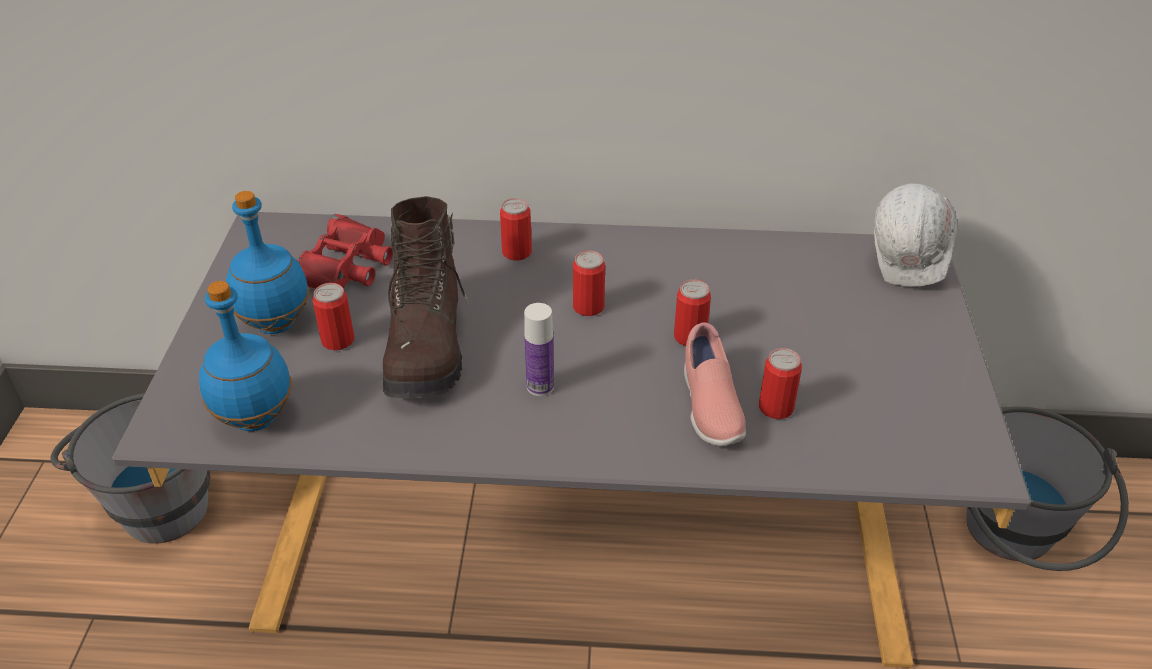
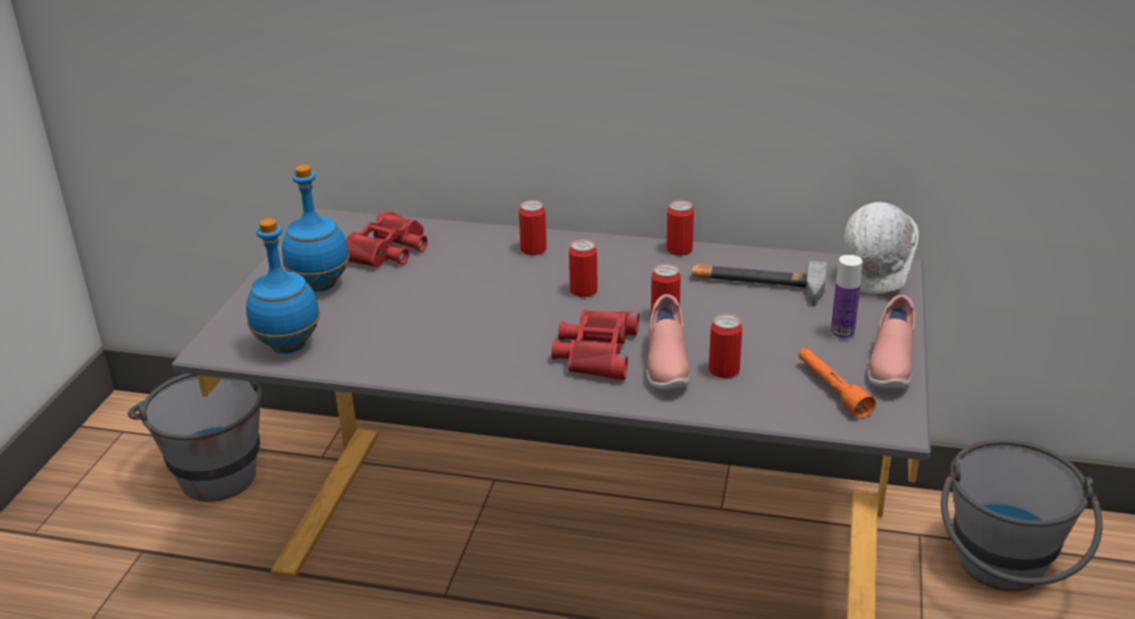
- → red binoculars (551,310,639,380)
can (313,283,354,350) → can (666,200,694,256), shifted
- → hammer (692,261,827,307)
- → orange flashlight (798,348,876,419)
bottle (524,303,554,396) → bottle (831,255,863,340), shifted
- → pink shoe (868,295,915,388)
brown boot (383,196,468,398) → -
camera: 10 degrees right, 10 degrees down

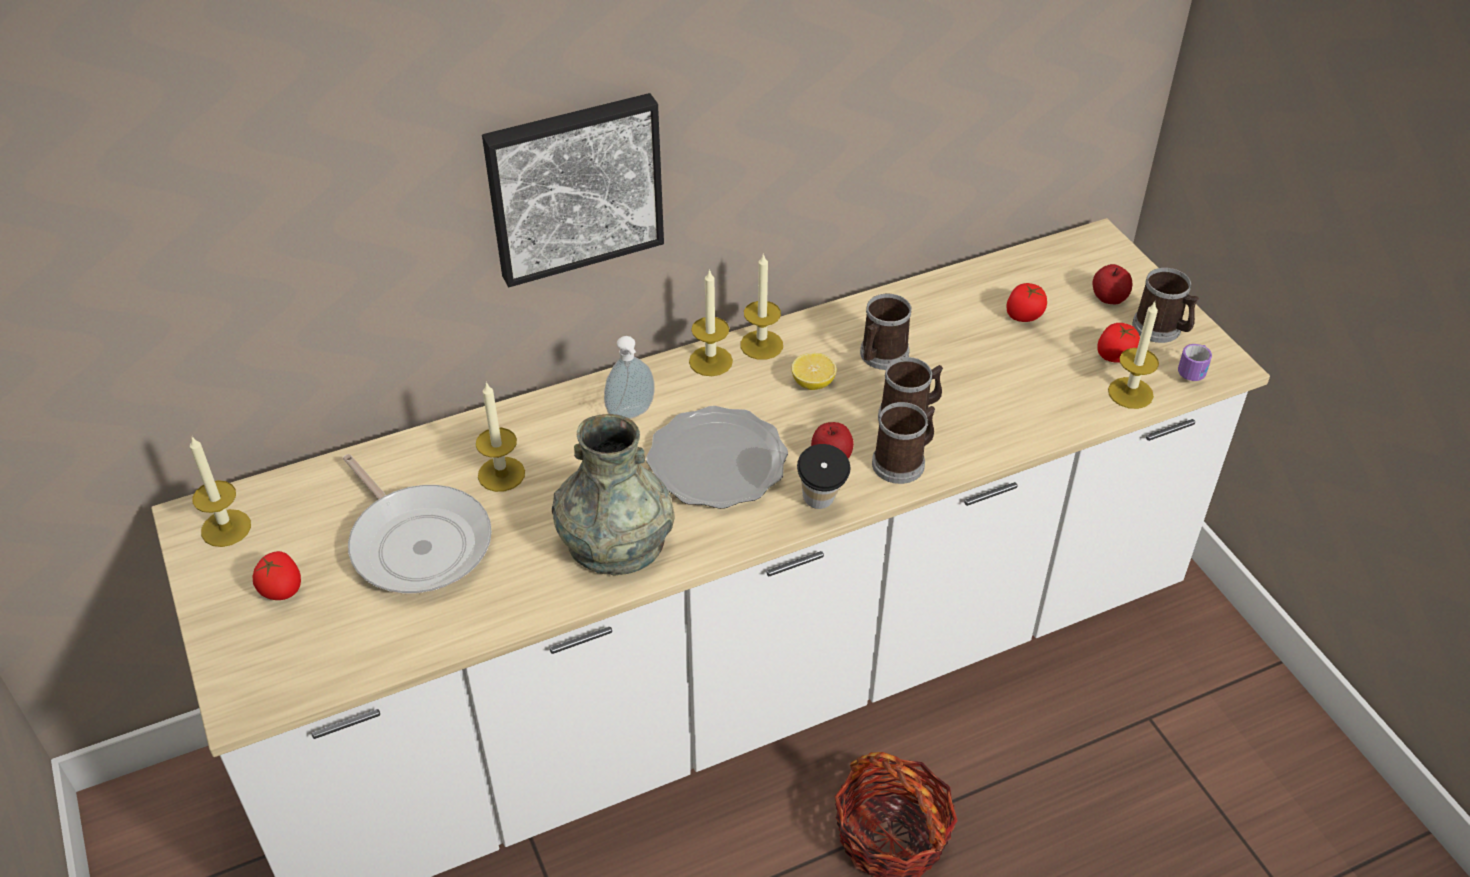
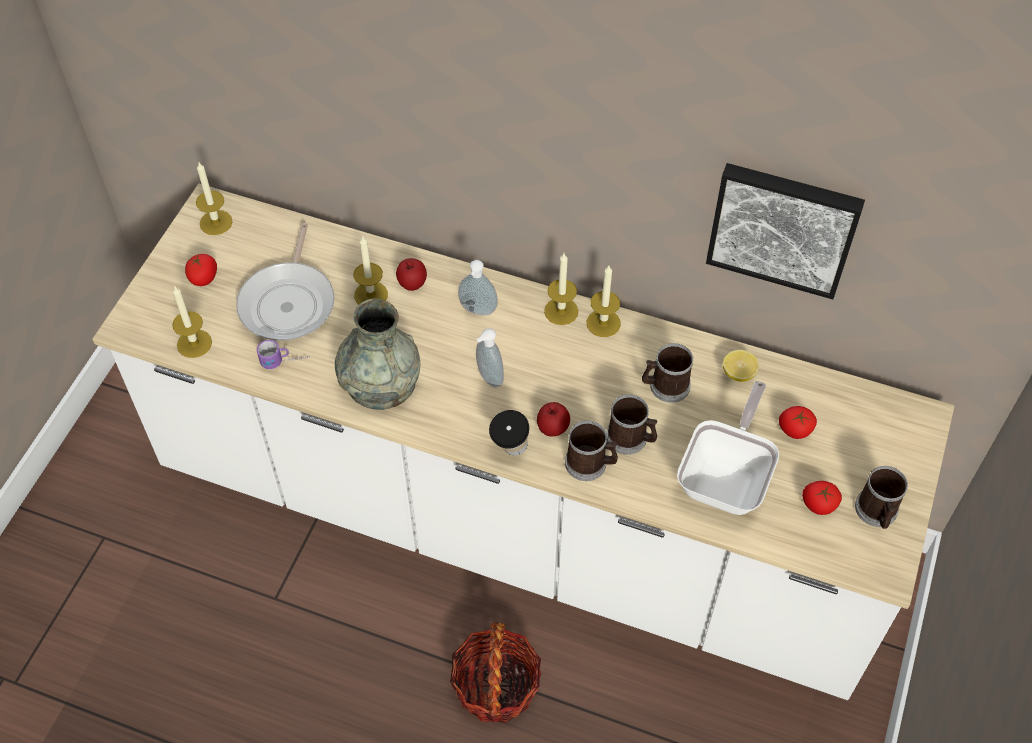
candle (1108,302,1159,409) → candle (172,286,212,358), shifted
mug (1178,344,1212,381) → mug (257,340,310,369), shifted
apple (1093,264,1132,304) → apple (396,258,427,291), shifted
plate (646,406,788,509) → soap dispenser (476,328,504,388)
- → frying pan (677,381,779,515)
picture (482,93,664,287) → picture (706,163,865,299), shifted
lemon (791,353,837,390) → lemon (723,350,759,382), shifted
camera: 45 degrees right, 10 degrees up

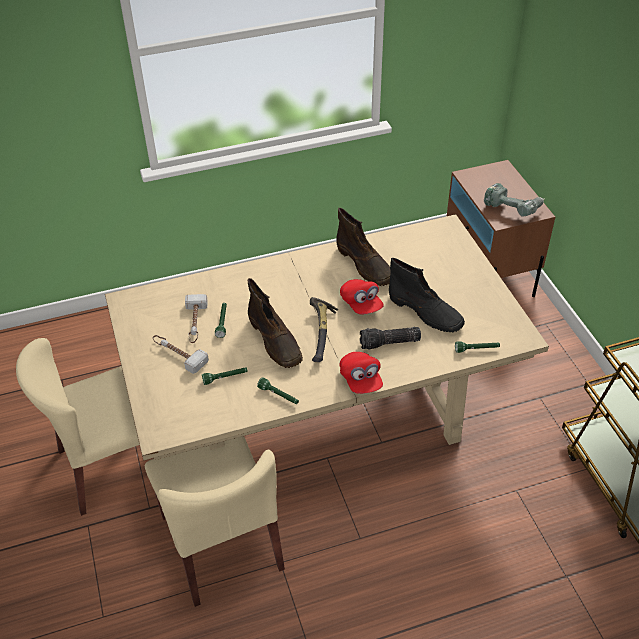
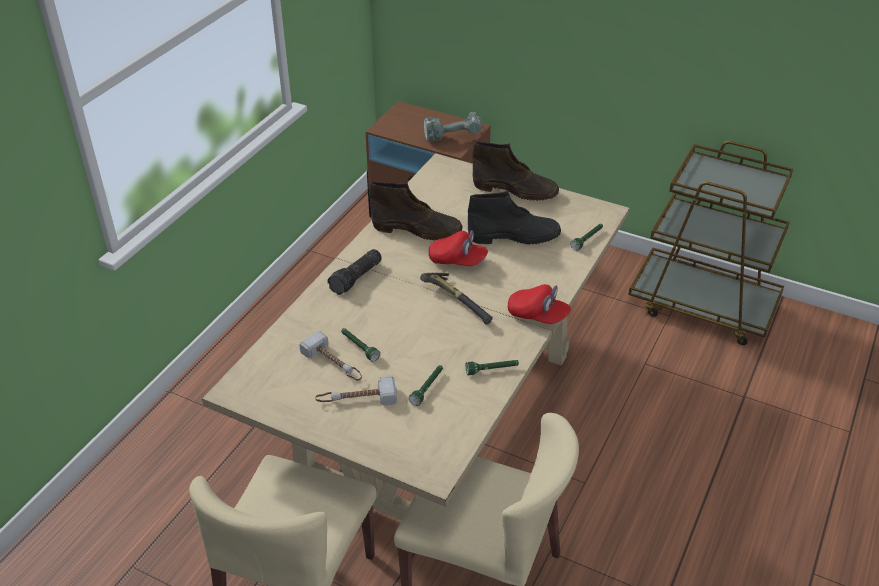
flashlight (360,327,421,349) → flashlight (327,249,382,295), shifted
brown boot (248,278,303,368) → brown boot (472,142,559,201), shifted
camera: 45 degrees left, 5 degrees down

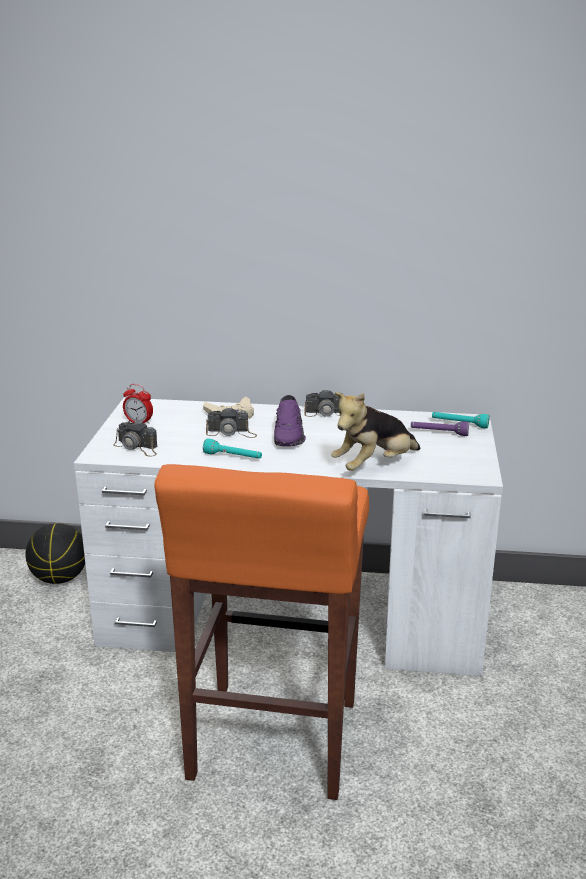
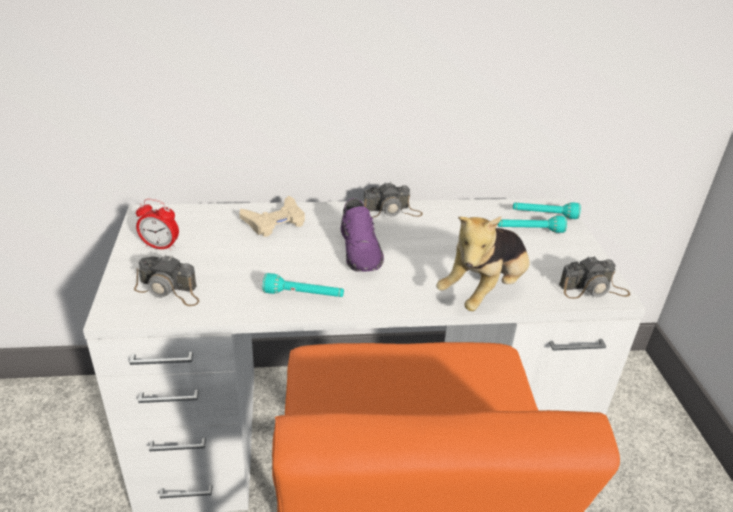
purple flashlight (411,421,469,436) → turquoise flashlight (497,216,567,233)
photo camera (206,407,257,438) → photo camera (559,256,631,299), shifted
basketball (25,523,85,584) → -
camera: 15 degrees left, 10 degrees up

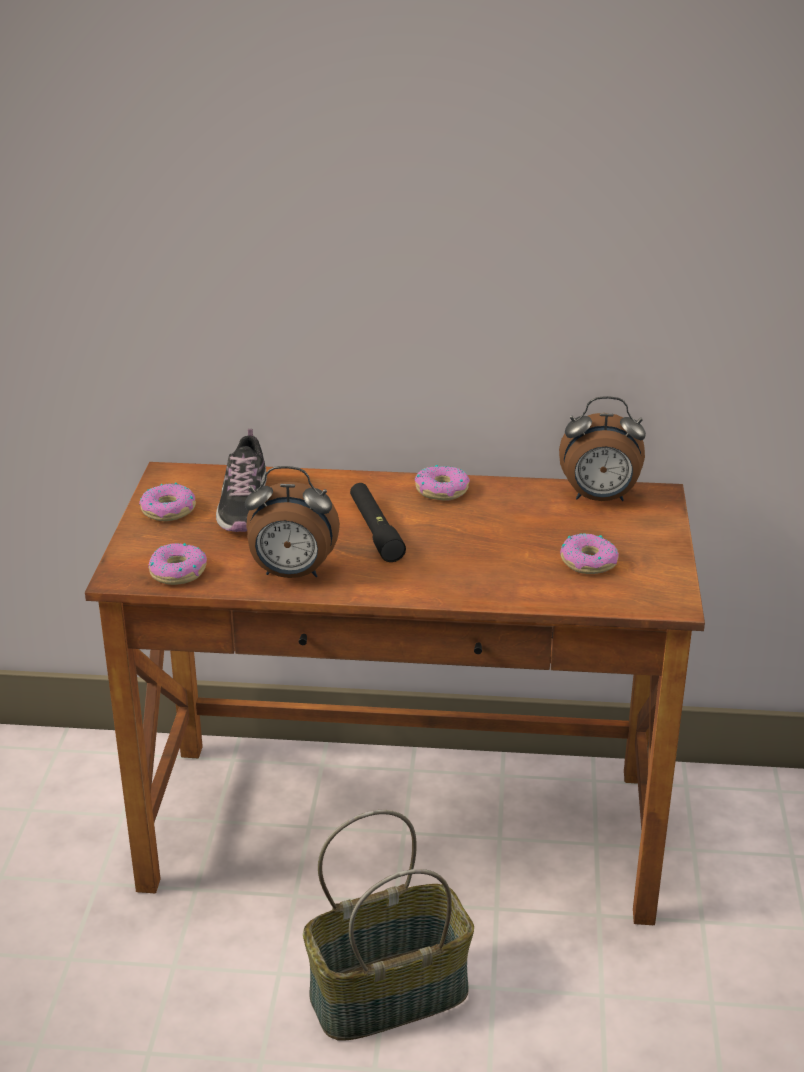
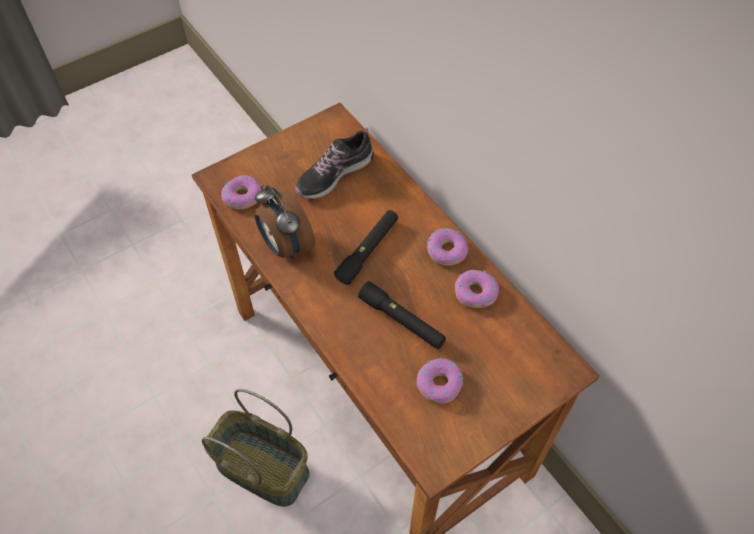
- → black flashlight (358,281,446,349)
donut (139,483,196,521) → donut (455,270,499,308), shifted
alarm clock (559,396,646,501) → -
camera: 50 degrees right, 25 degrees up

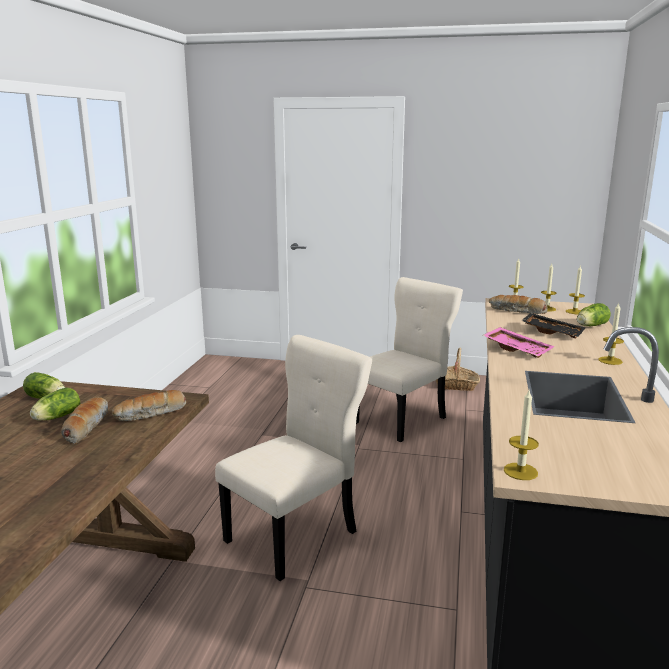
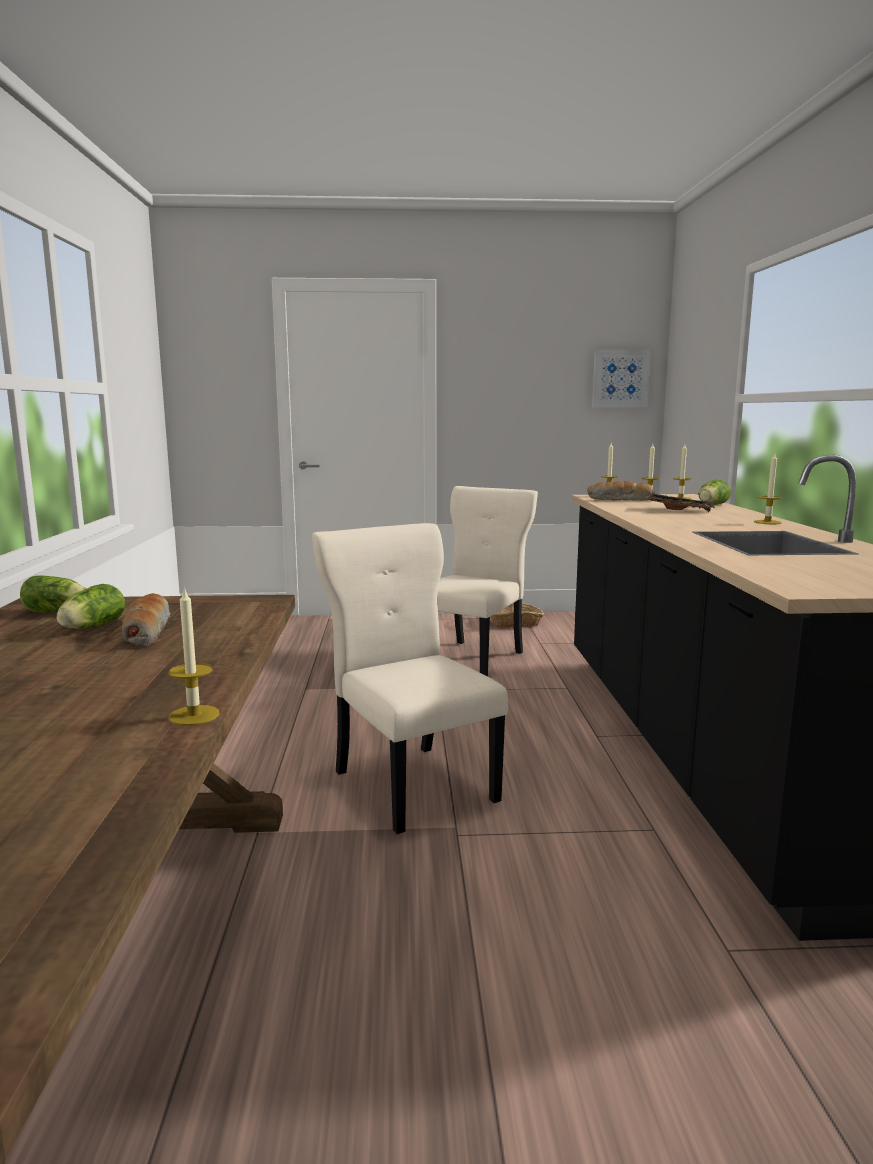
candle (504,390,539,480) → candle (168,587,219,726), shifted
beige chair (215,335,372,581) → beige chair (312,523,508,834), 60 degrees counterclockwise
- → picture (592,349,651,407)
bread (112,390,186,422) → -
pink tray (483,327,555,358) → -
camera: 15 degrees left, 5 degrees down

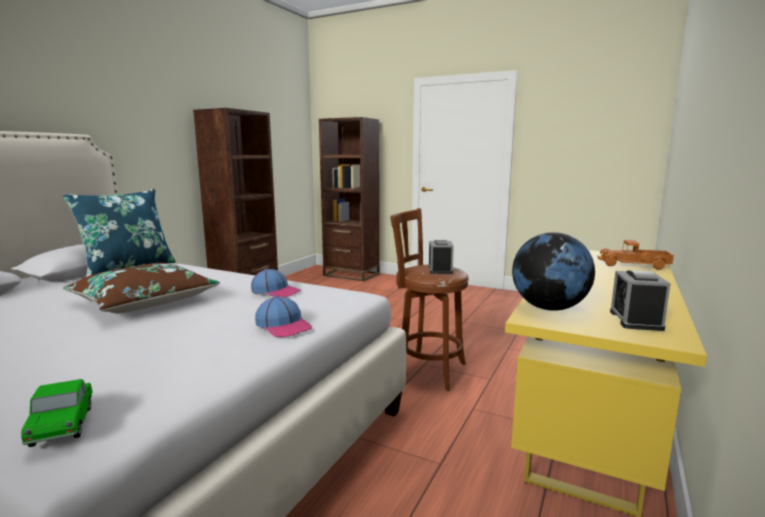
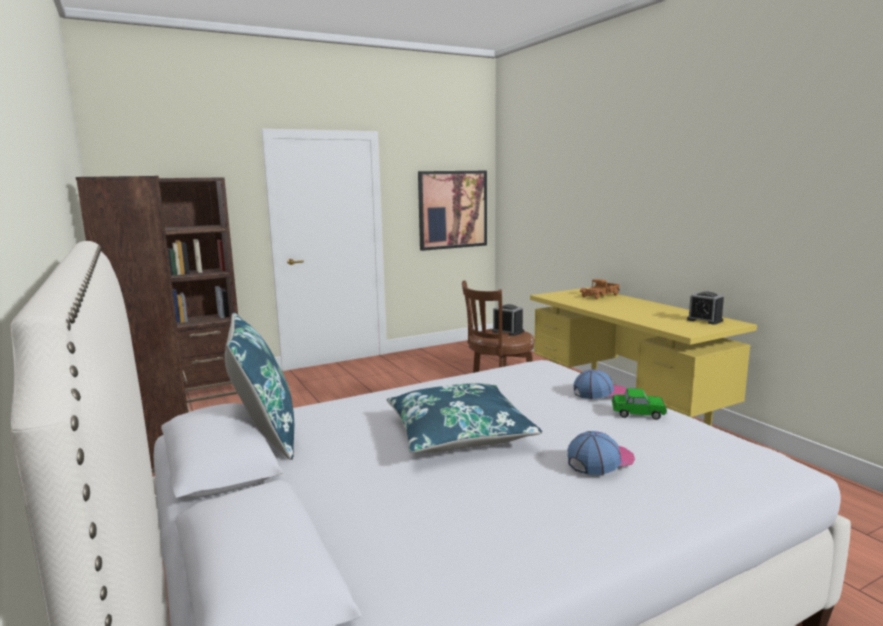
brown pillow (63,263,220,313) → blue pillow (387,383,542,453)
- → picture (418,171,487,251)
cap (251,269,301,297) → cap (568,431,635,475), shifted
toy car (21,379,93,447) → toy car (612,388,667,420), shifted
globe (512,232,595,311) → -
camera: 55 degrees left, 0 degrees up

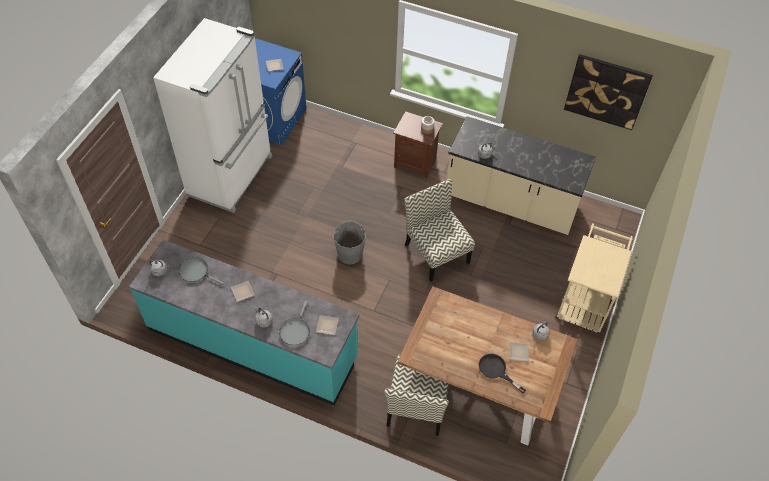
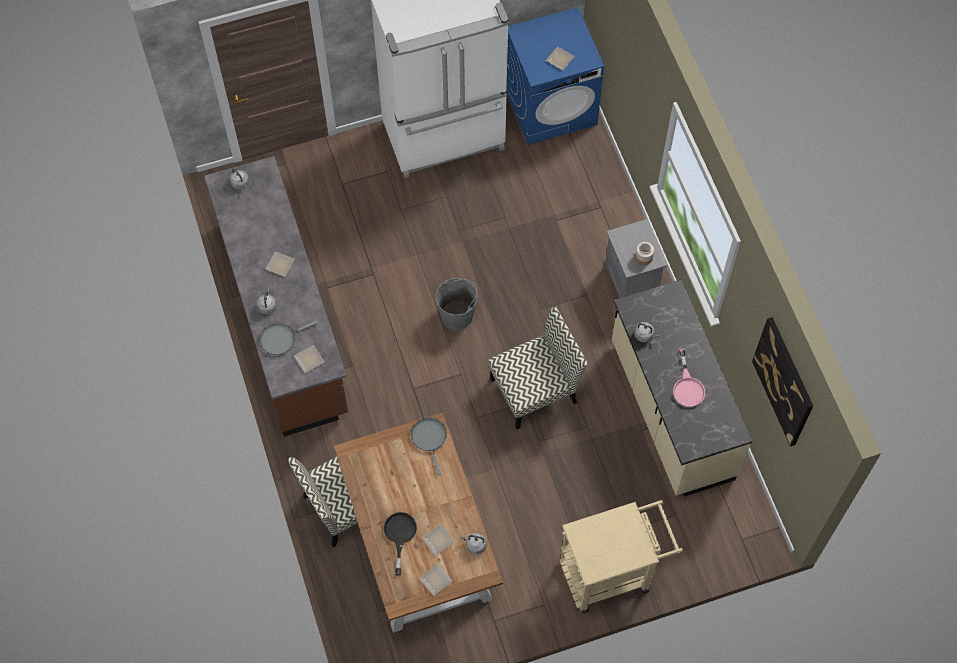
turquoise counter (129,239,360,405) → brown counter (204,156,348,437)
grey frying pan (179,257,224,285) → grey frying pan (411,418,447,475), shifted
- → plate (419,563,452,596)
chair (404,179,475,282) → chair (488,307,588,429), 45 degrees clockwise
brown nightstand (393,111,443,178) → grey nightstand (605,219,668,298)
- → pink frying pan (673,349,705,407)
camera: 50 degrees right, 10 degrees up

